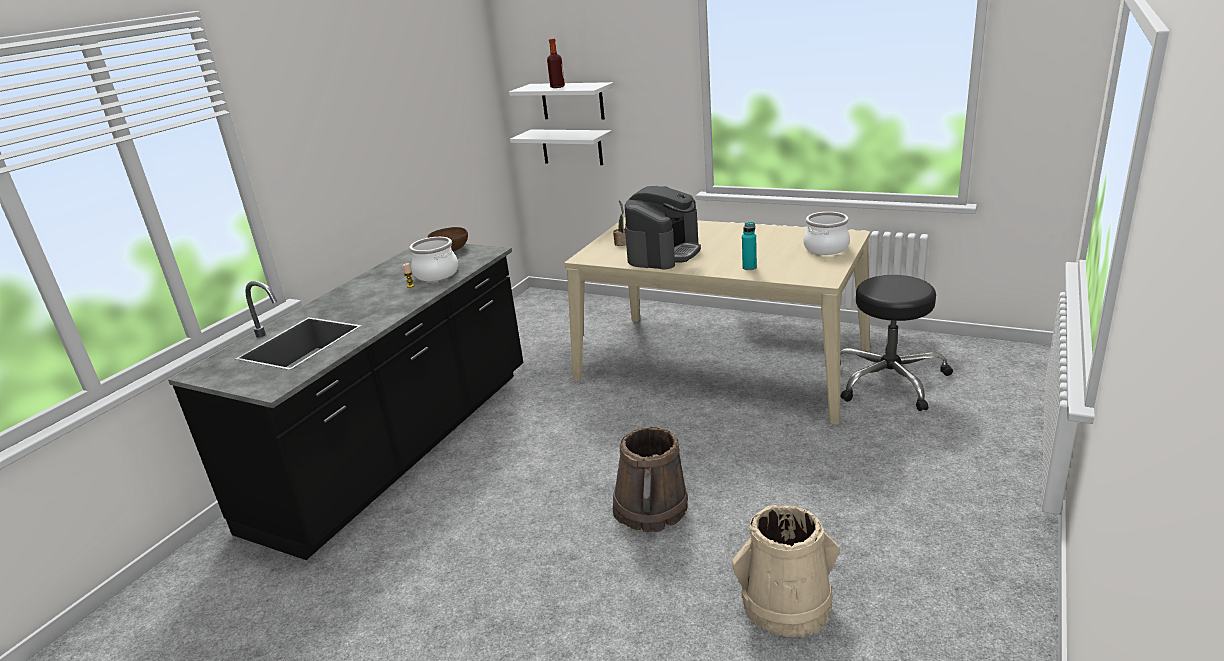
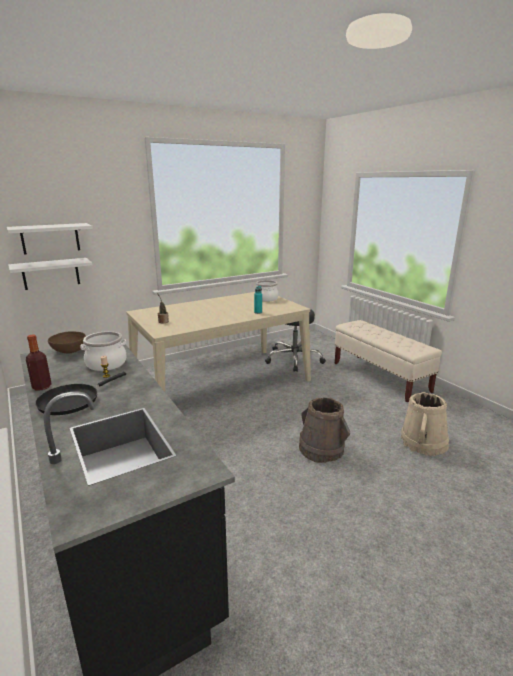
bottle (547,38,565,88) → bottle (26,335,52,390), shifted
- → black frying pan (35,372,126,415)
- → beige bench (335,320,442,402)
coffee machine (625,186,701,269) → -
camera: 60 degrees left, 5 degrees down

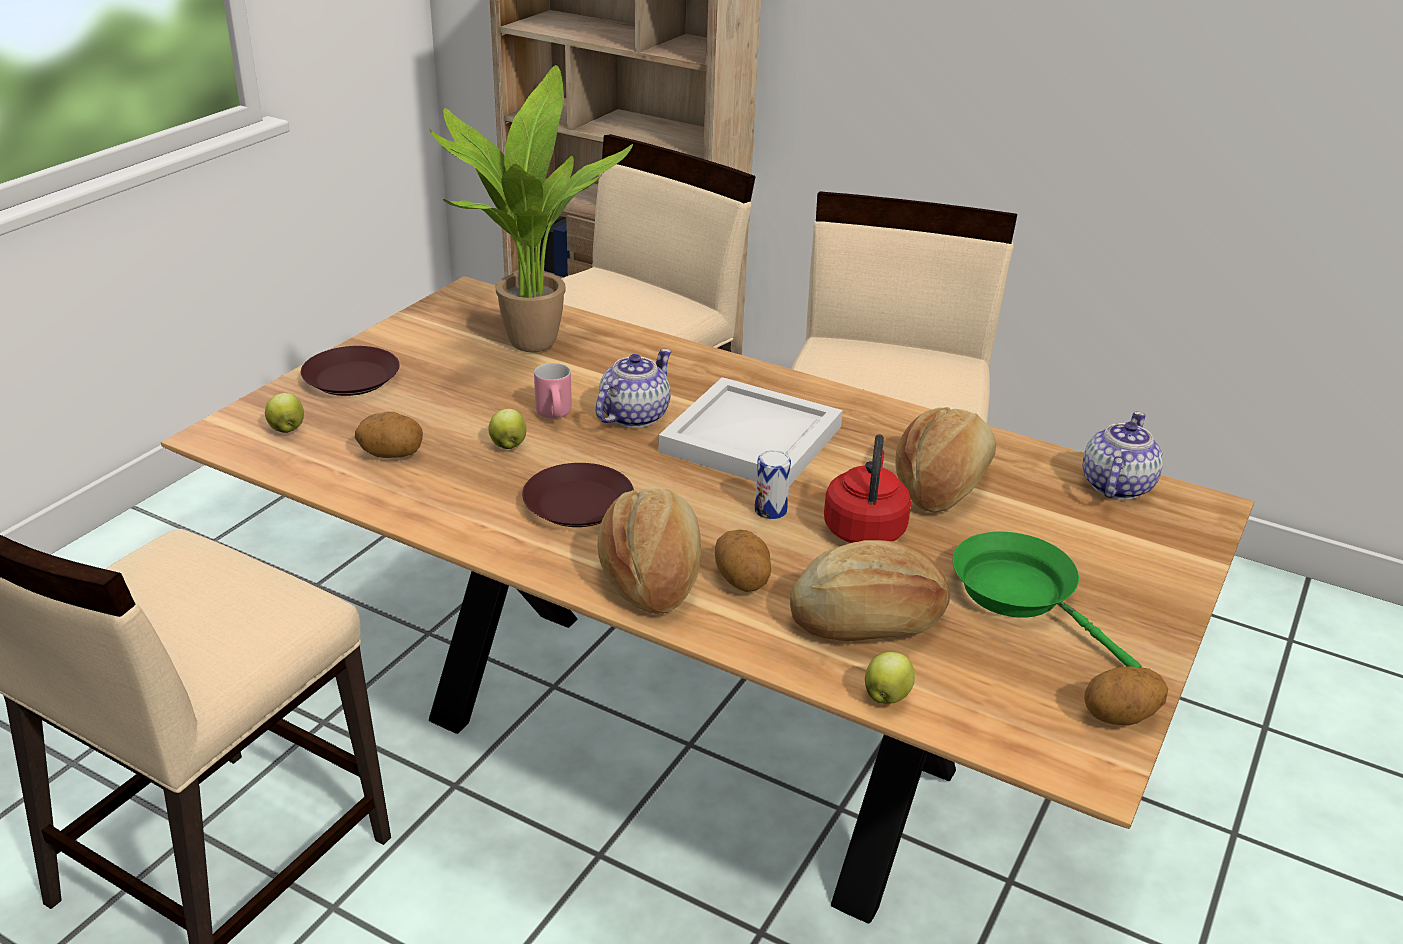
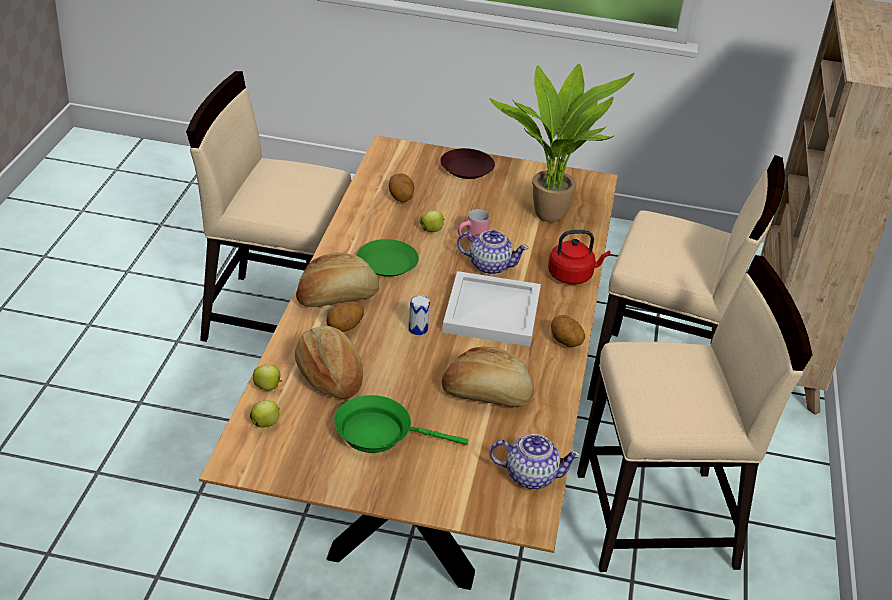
apple (265,393,304,433) → apple (250,400,280,428), shifted
green frying pan (952,532,1142,667) → green frying pan (334,395,468,453), 120 degrees counterclockwise
brown plate (522,463,634,527) → green plate (357,239,419,277)
red kettle (824,434,911,543) → red kettle (548,230,611,285), shifted
potato (1084,666,1168,725) → potato (551,315,585,347), shifted
camera: 70 degrees right, 5 degrees up

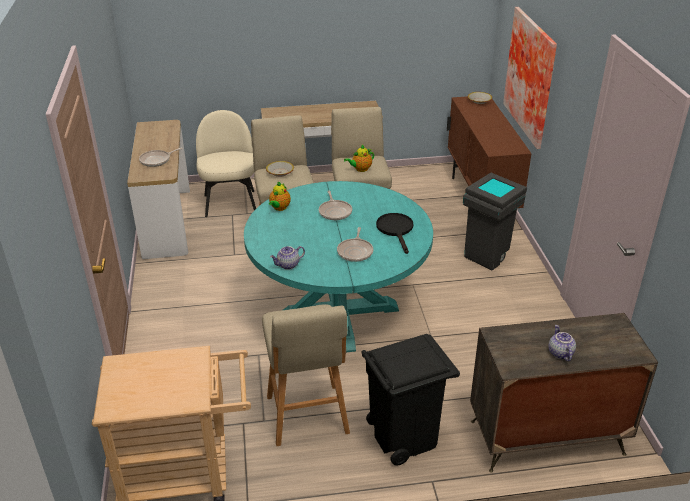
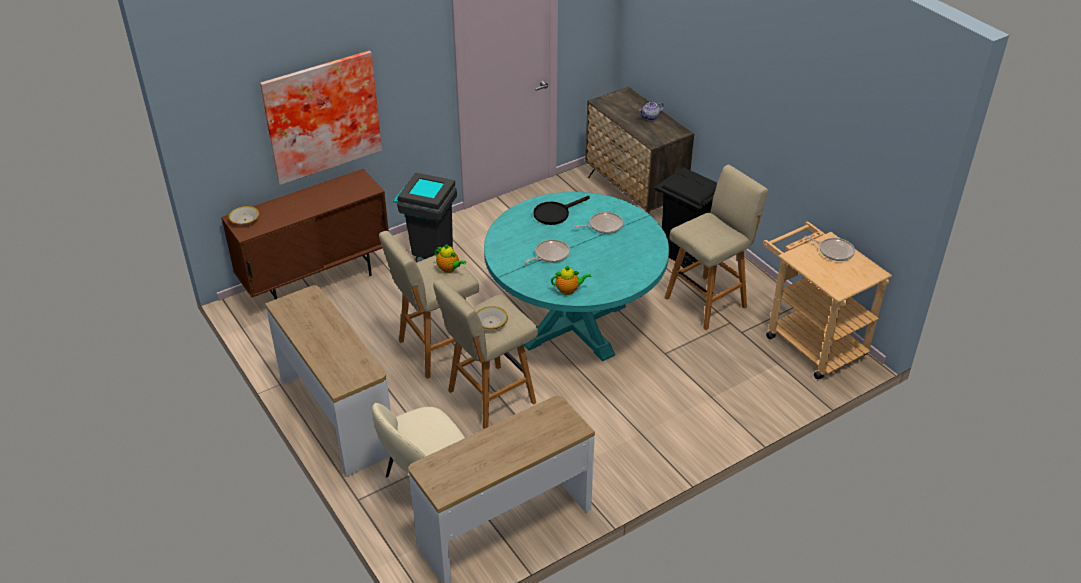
frying pan (139,148,183,167) → frying pan (804,236,855,261), shifted
teapot (270,246,305,270) → -
camera: 115 degrees left, 5 degrees up

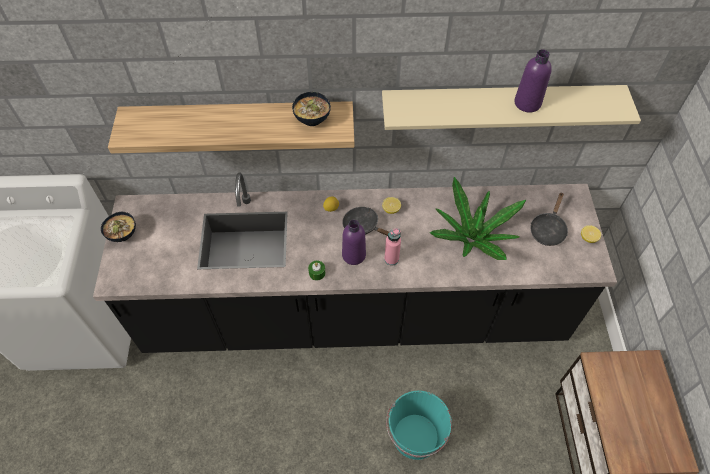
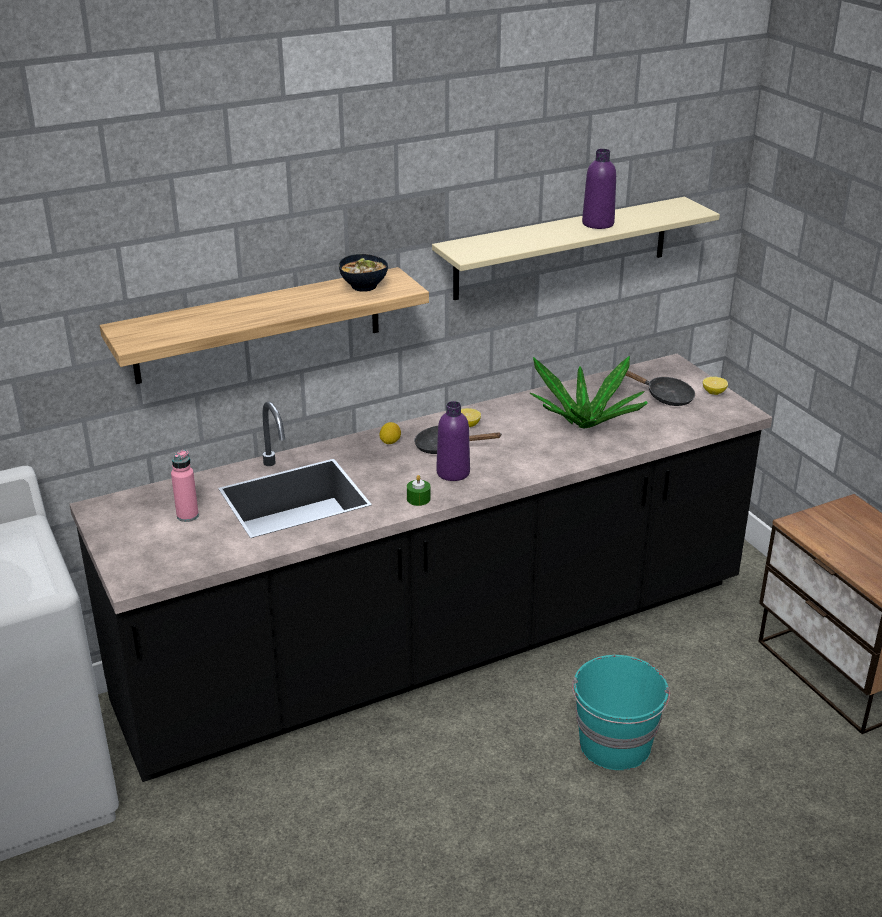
pink bottle (384,228,401,266) → pink bottle (171,450,199,522), shifted
black frying pan (531,193,568,246) → black frying pan (625,370,695,406), 60 degrees counterclockwise
bowl (101,212,136,242) → -
camera: 25 degrees left, 25 degrees down

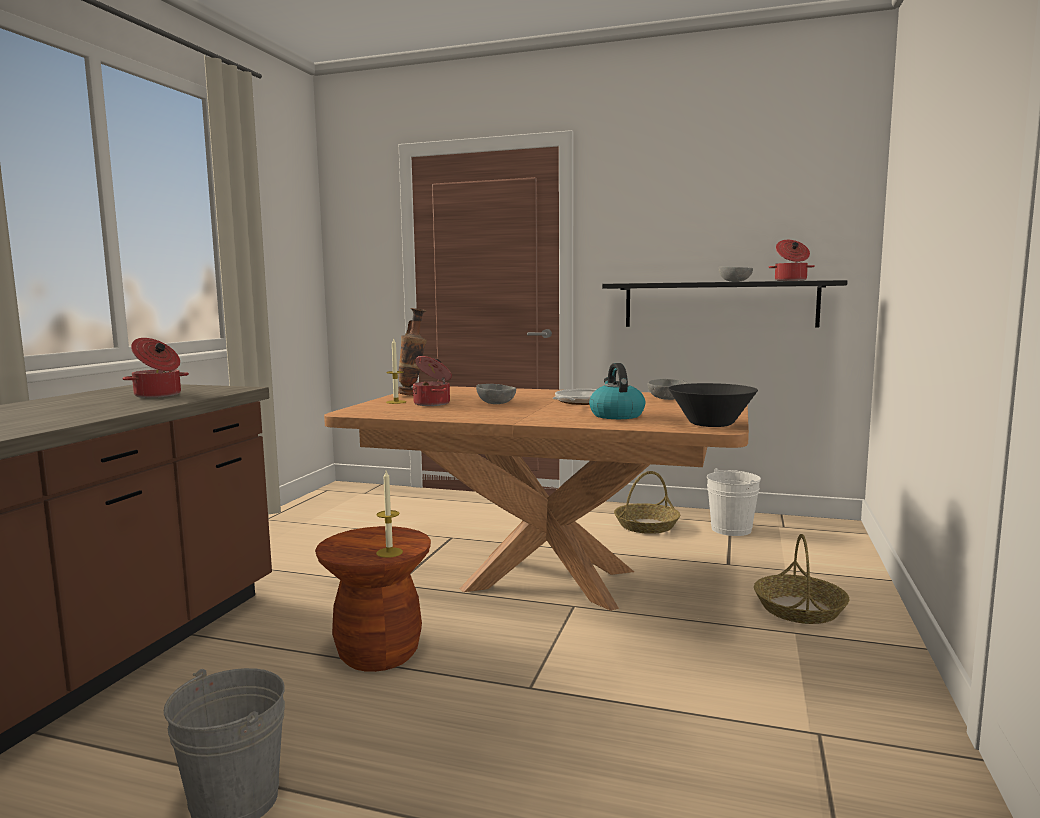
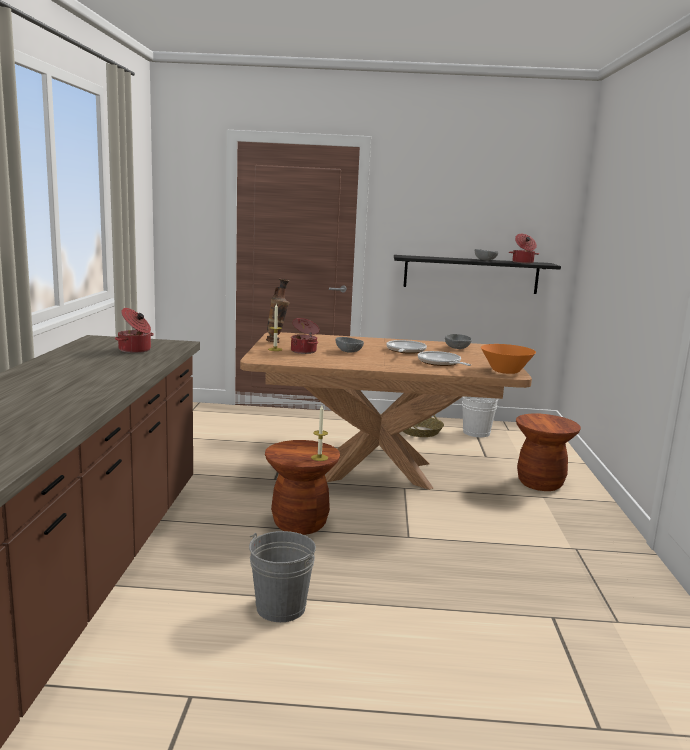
kettle (589,363,645,419) → frying pan (418,351,471,366)
black bowl (668,383,758,427) → orange bowl (481,344,536,374)
basket (754,534,850,624) → brown stool (516,414,581,491)
camera: 15 degrees left, 5 degrees up

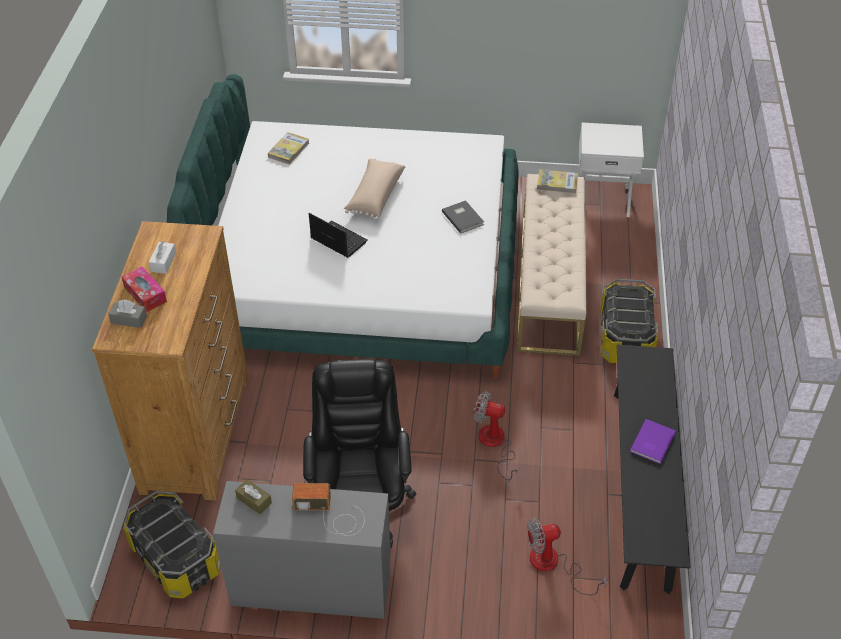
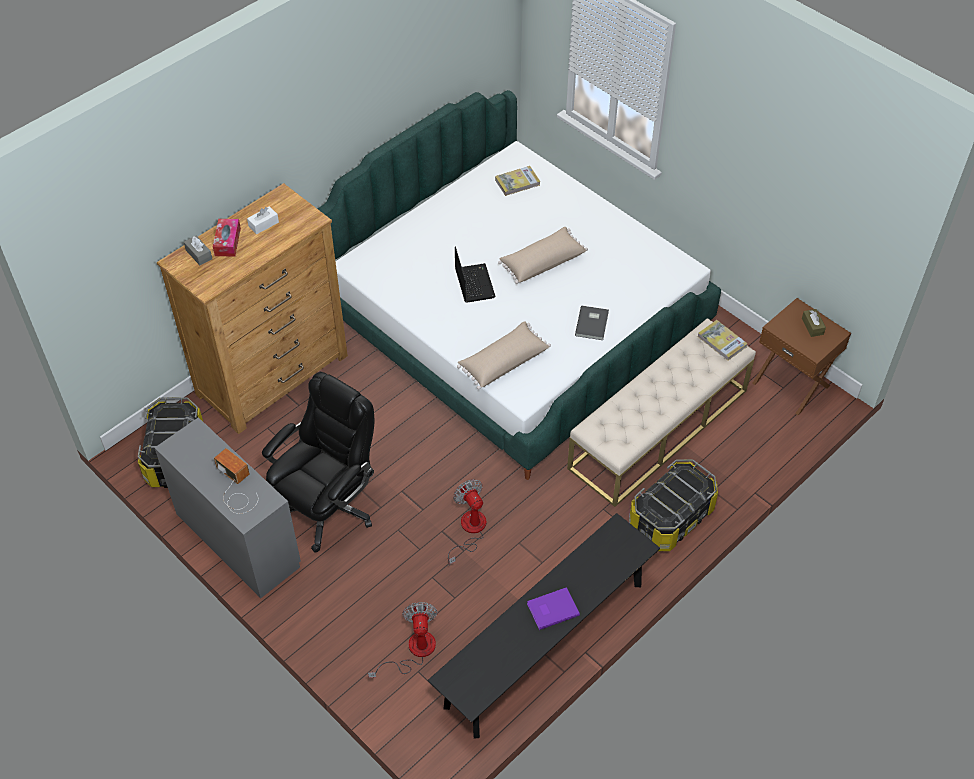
fan (527,518,607,595) → fan (368,602,438,678), 60 degrees clockwise
- → beige pillow (457,321,551,389)
white nightstand (579,122,644,217) → brown nightstand (752,298,851,415)
brown tissue box (235,479,272,514) → brown tissue box (802,309,826,337), shifted
camera: 40 degrees right, 5 degrees up

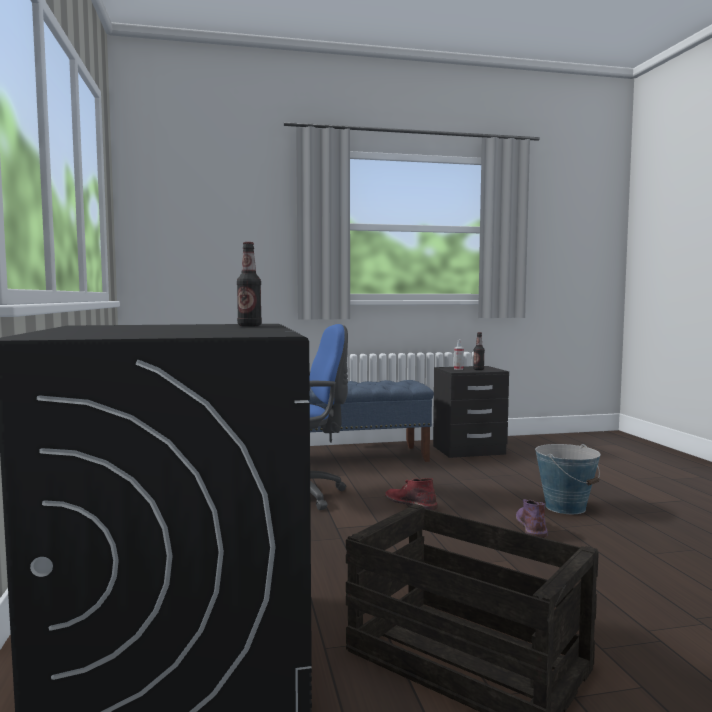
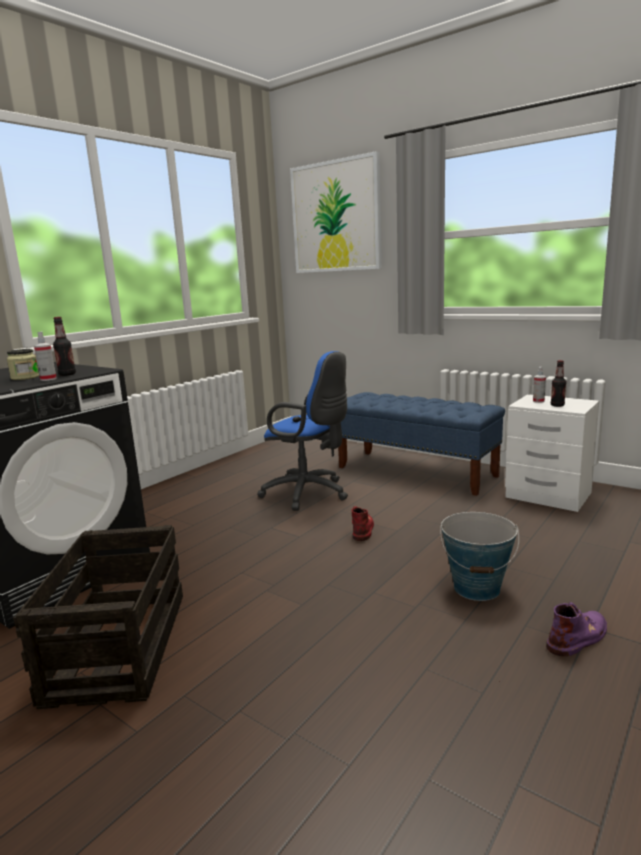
- → jar (7,349,39,380)
- → spray bottle (34,332,57,381)
- → picture (290,151,382,273)
black nightstand (433,366,509,458) → white nightstand (505,394,599,512)
purple boot (516,499,547,538) → purple boot (546,602,607,656), shifted
camera: 50 degrees right, 10 degrees up

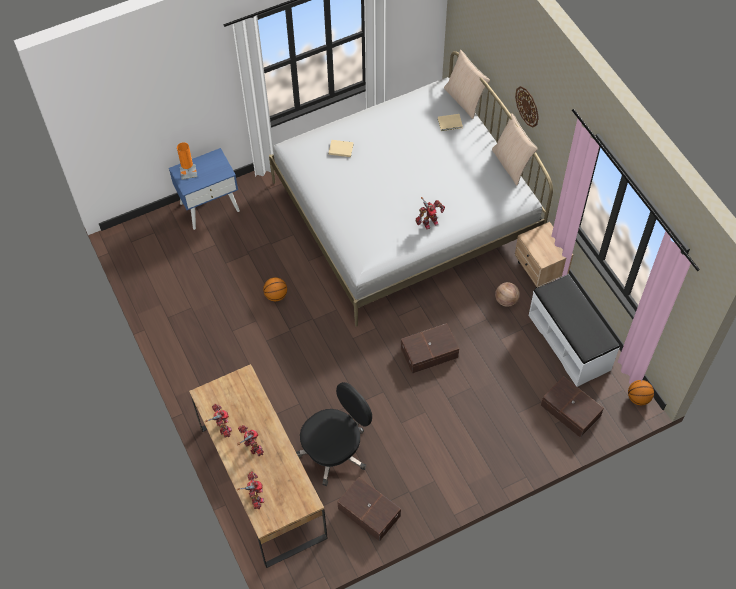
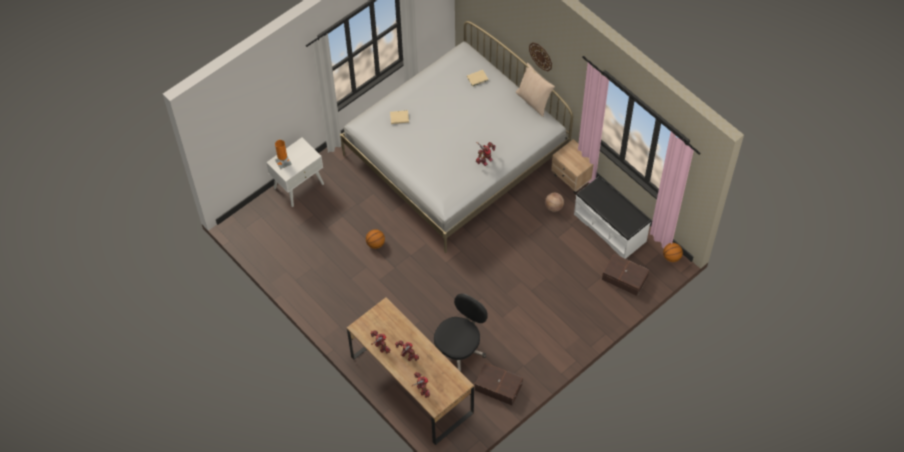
blue nightstand (169,148,240,230) → white nightstand (266,138,324,207)
brown storage box (401,323,459,373) → -
beige pillow (444,50,490,119) → -
camera: 15 degrees left, 0 degrees up

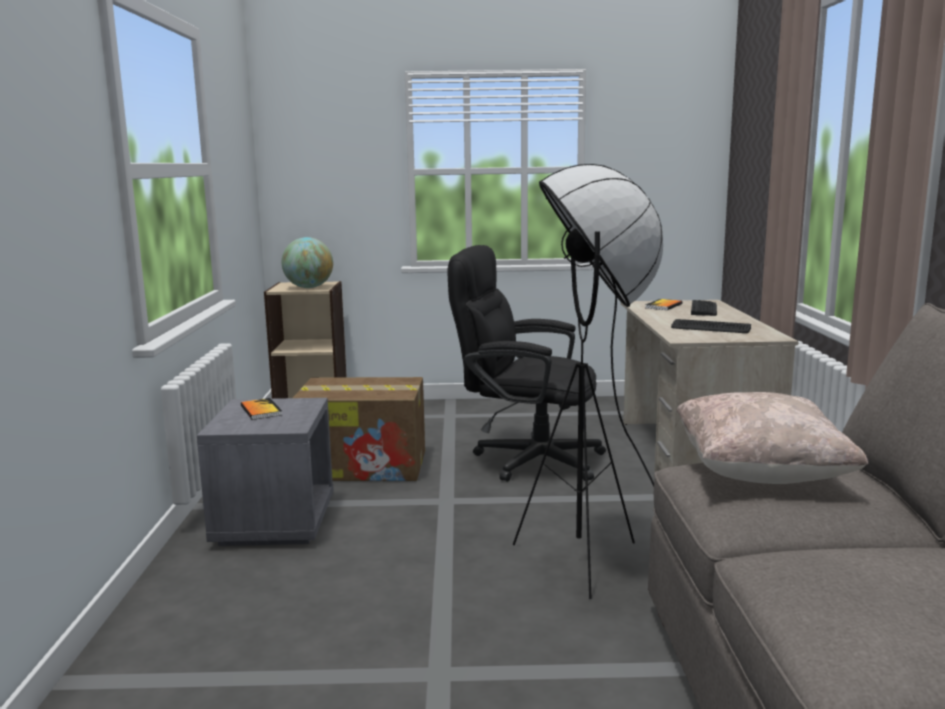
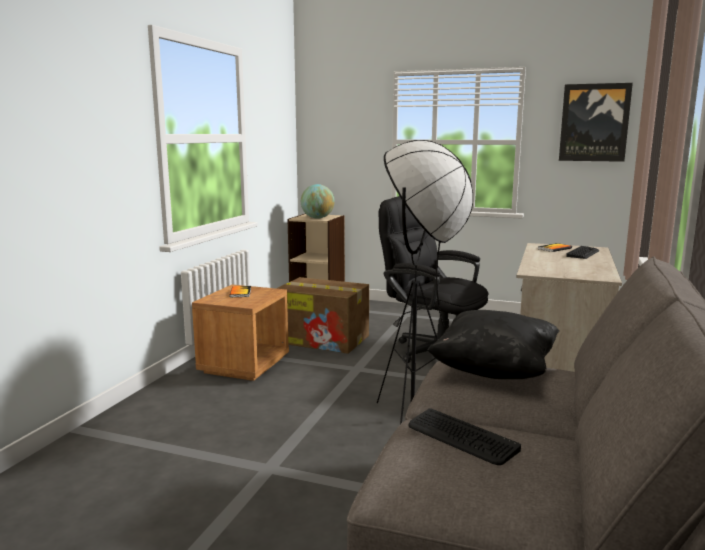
grey nightstand (197,398,334,546) → brown nightstand (192,285,289,381)
keyboard (671,319,751,333) → keyboard (409,409,521,465), shifted
beige pillow (676,392,868,484) → black pillow (427,310,559,379)
- → picture (559,83,633,162)
camera: 20 degrees right, 0 degrees up

